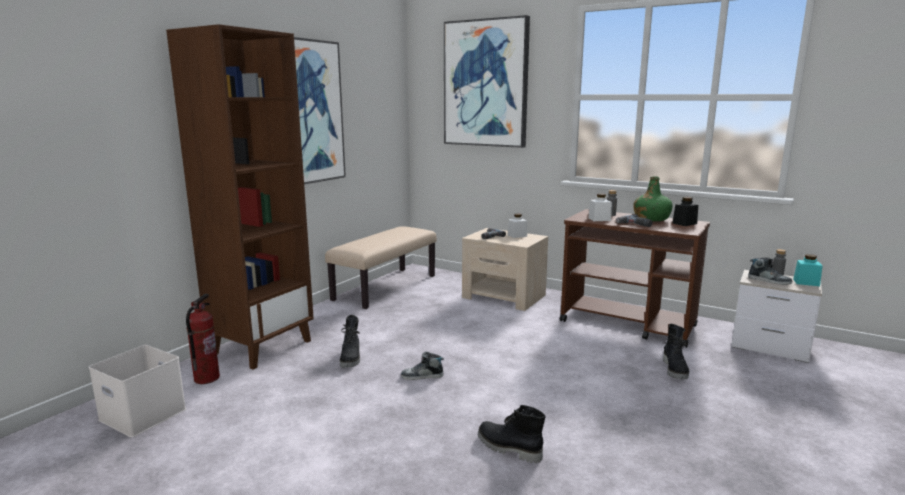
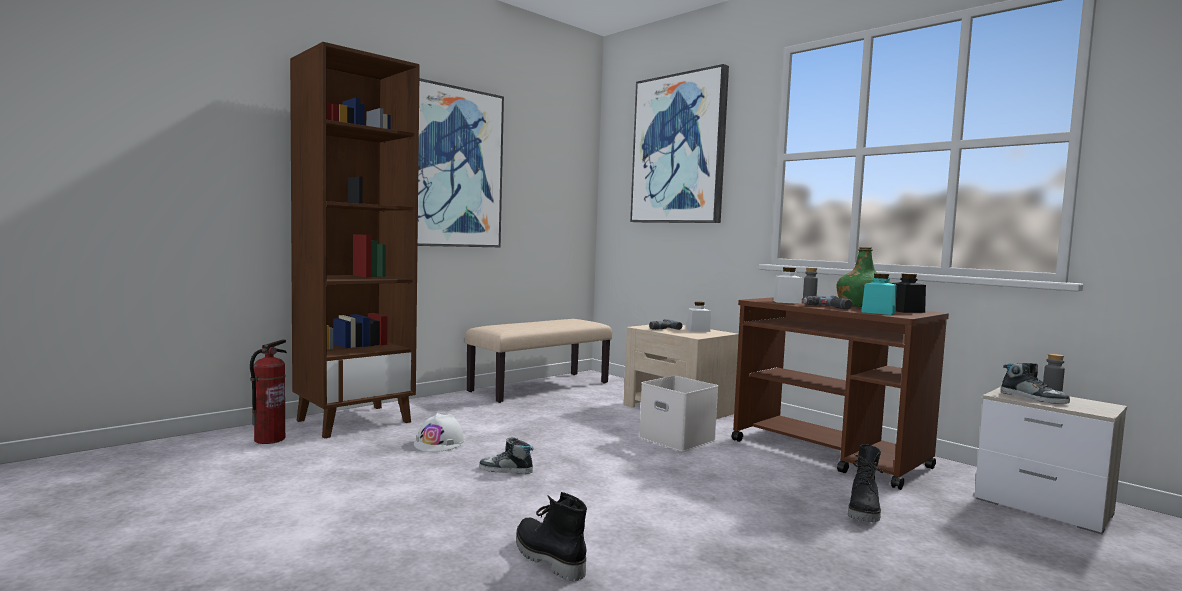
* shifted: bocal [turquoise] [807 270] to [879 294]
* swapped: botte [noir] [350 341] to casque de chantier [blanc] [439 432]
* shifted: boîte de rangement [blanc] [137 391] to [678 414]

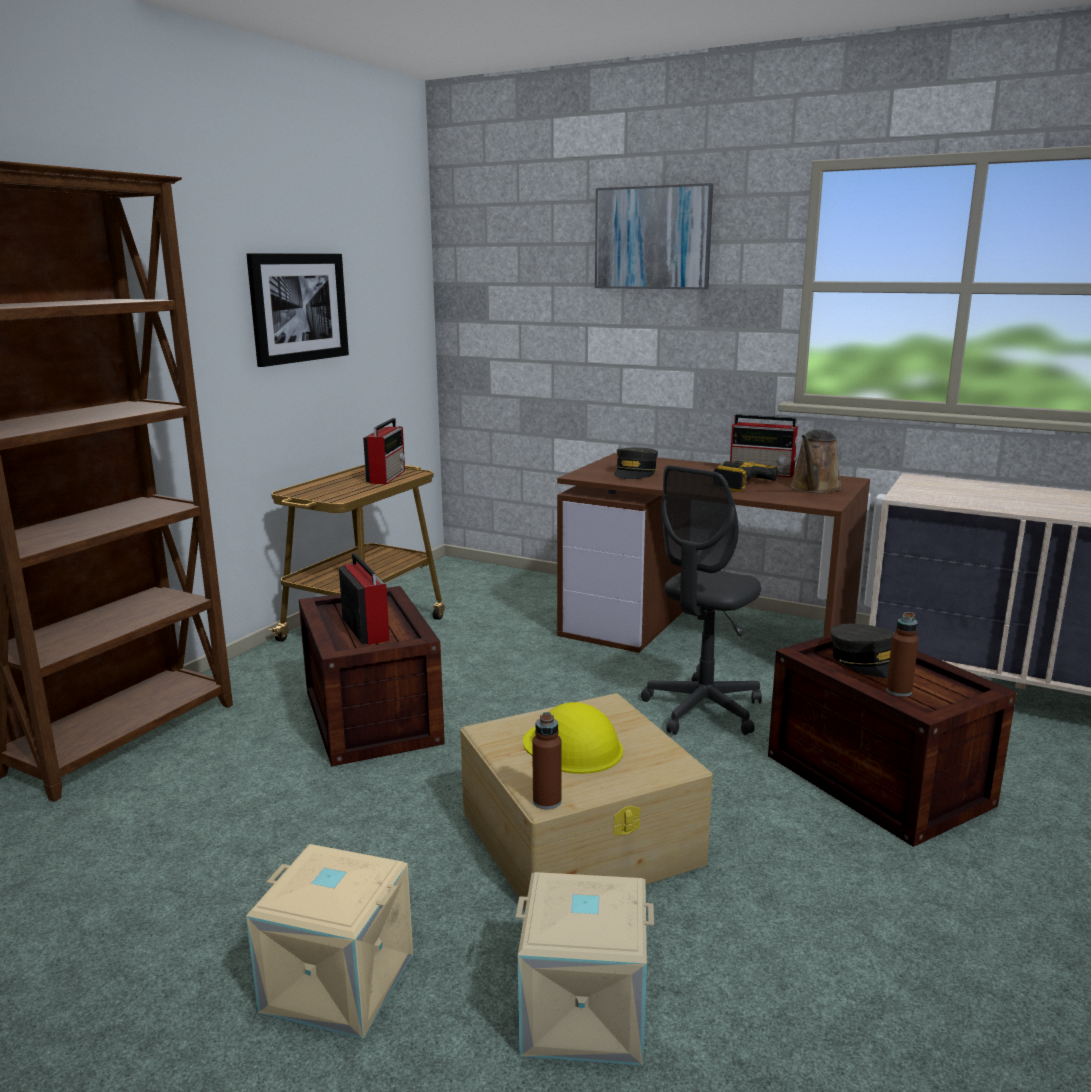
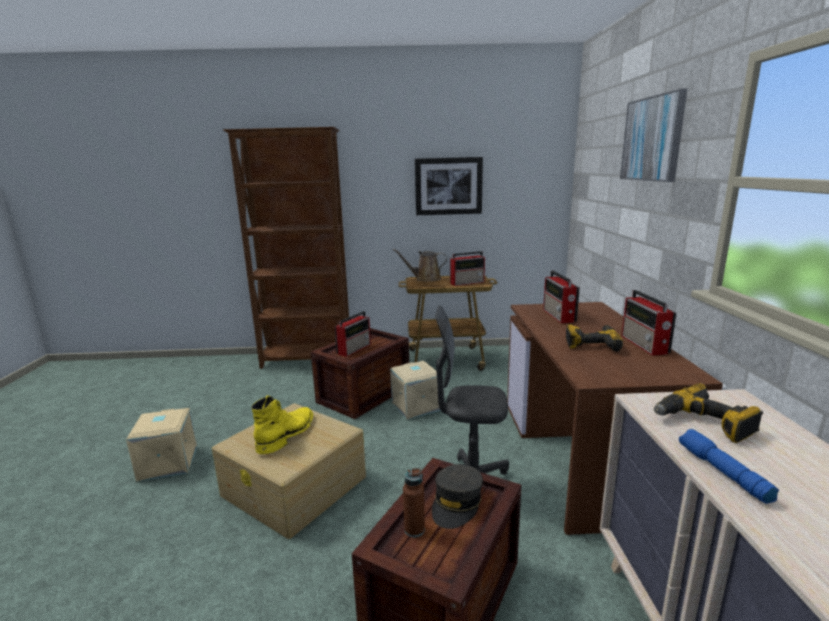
* shifted: arrosoir [marron] [816 461] to [420 265]
* swapped: casquette [gris] [636 463] to radio [561 296]
* swapped: casque de chantier [jaune] [573 738] to botte [jaune] [282 425]
* gone: bouteille [marron] [547 761]
* shifted: boîte de rangement [beige] [585 969] to [415 390]
* new: perceuse [708 413]
* new: lampe de poche [bleu] [729 466]

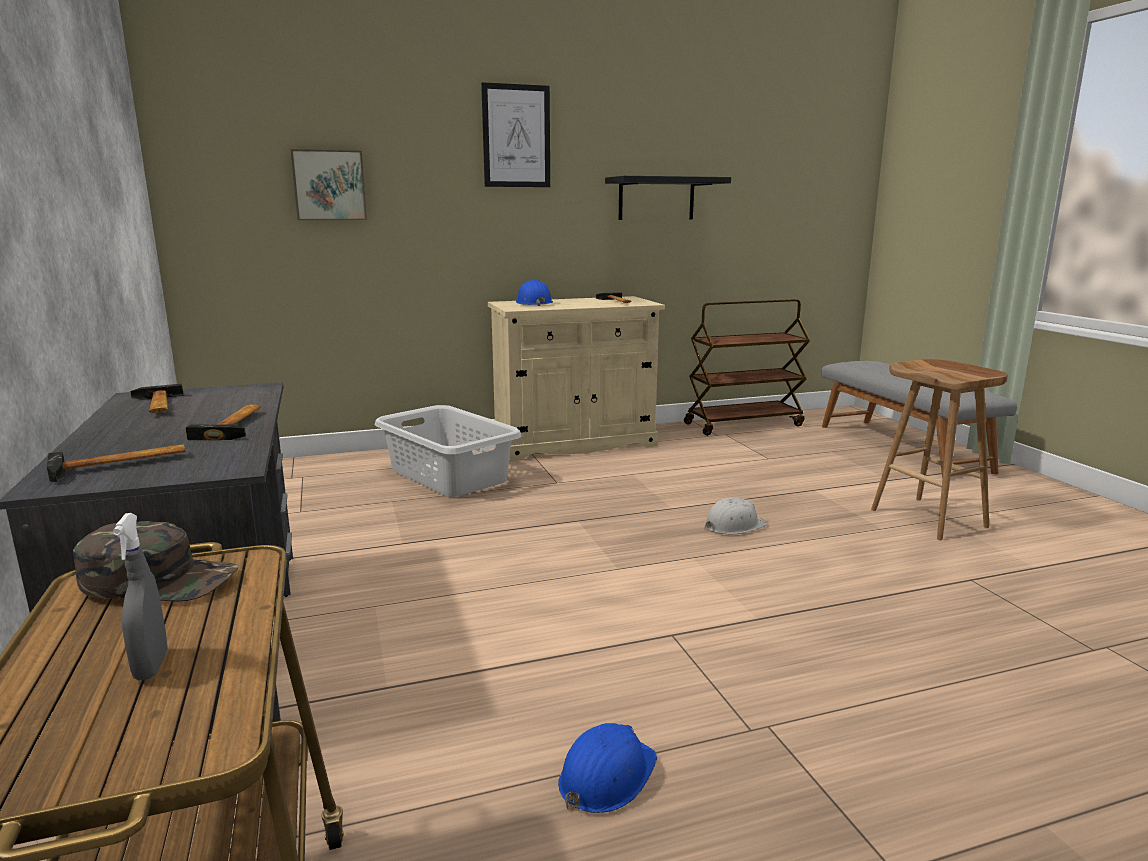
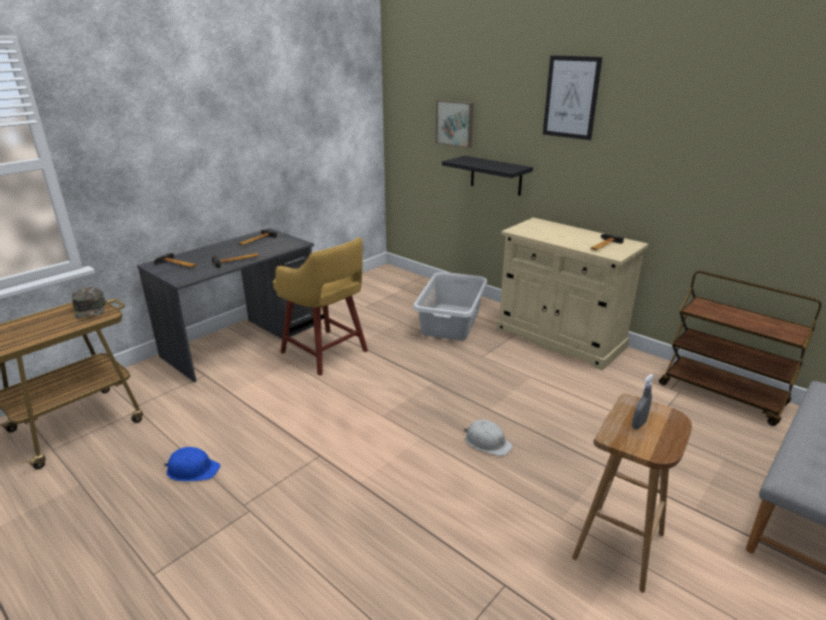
* shifted: étagère [noir] [668 198] to [487 176]
* gone: casque de chantier [bleu] [534 293]
* shifted: vaporisateur [gris] [140 597] to [643 401]
* new: tabouret [jaune] [320 307]

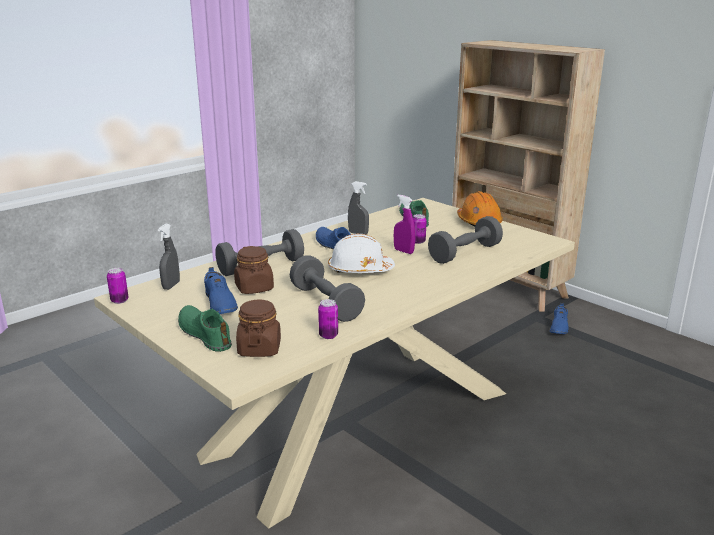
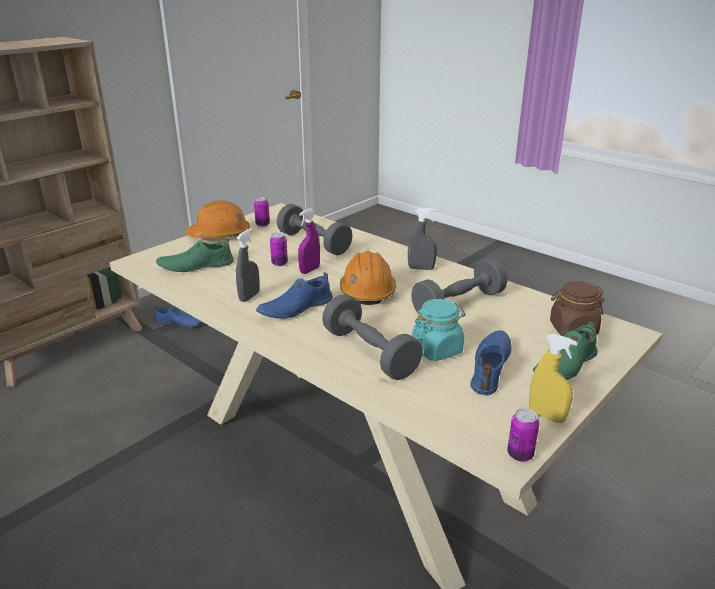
* shifted: vaporisateur [gris] [169 257] to [422 239]
* repainted: casque de chantier [blanc] [361 253] to casque de chantier [orange] [368 278]
* repainted: bocal [marron] [254 270] to bocal [turquoise] [438 330]
* rotated: chaussure [bleu] [221 290] = [490 362] 45 degrees counterclockwise
* shifted: boîte métallique [328 319] to [262 212]
* new: vaporisateur [jaune] [553 378]

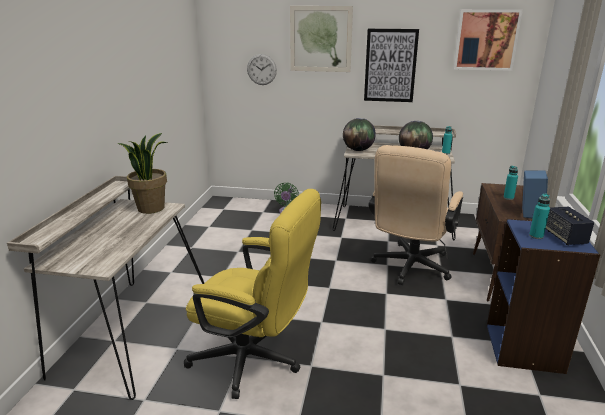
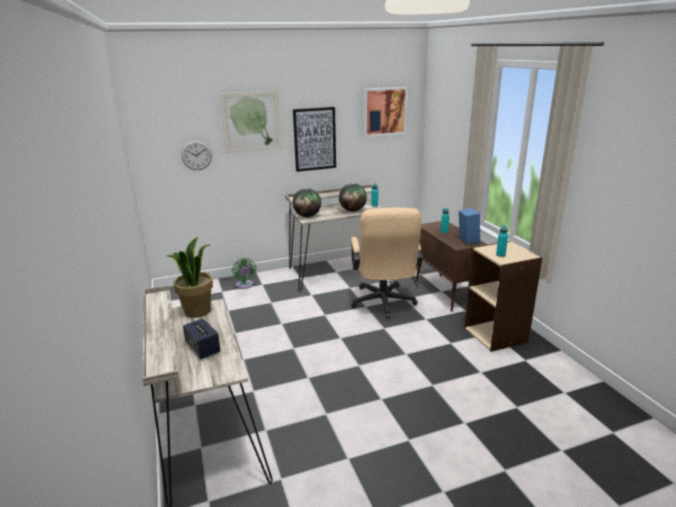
* gone: chaise de bureau [jaune] [252 294]
* shifted: enceinte [570 225] to [202 338]
* repainted: bibliothèque [bleu] [543 296] to bibliothèque [beige] [503 296]

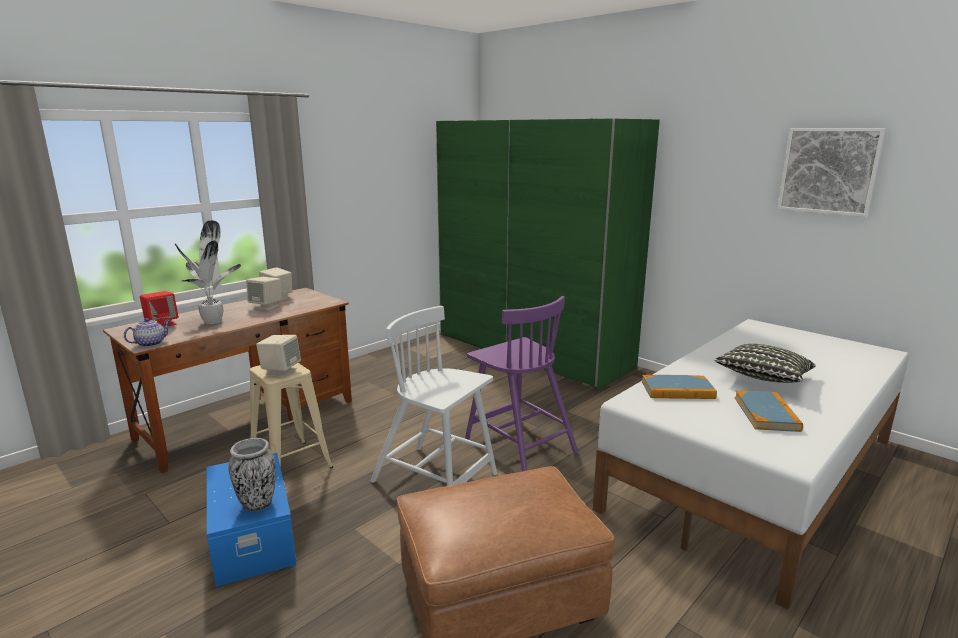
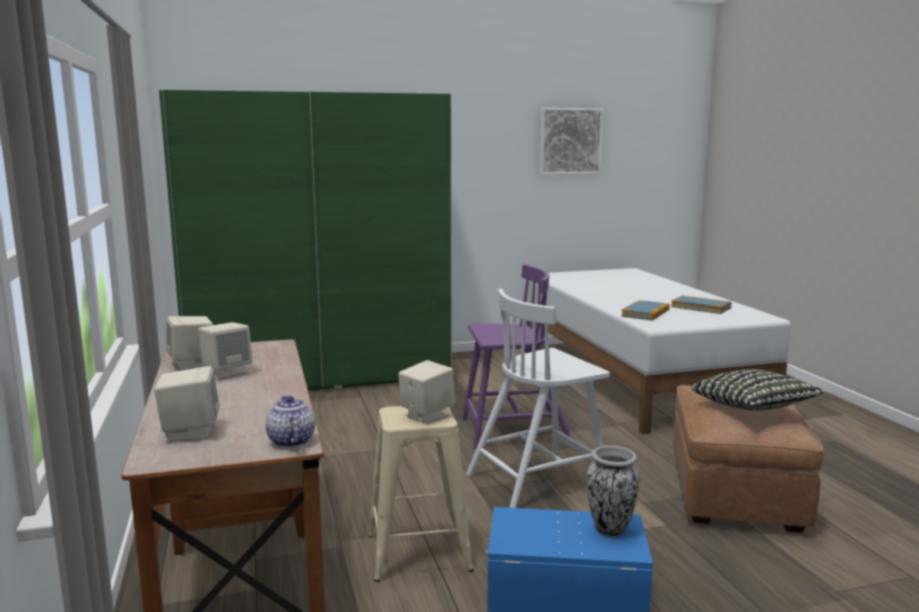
* gone: plante en pot [208 272]
* repainted: enceinte [rouge] [159 308] to enceinte [beige] [186 404]
* shifted: coussin [765 363] to [758 390]

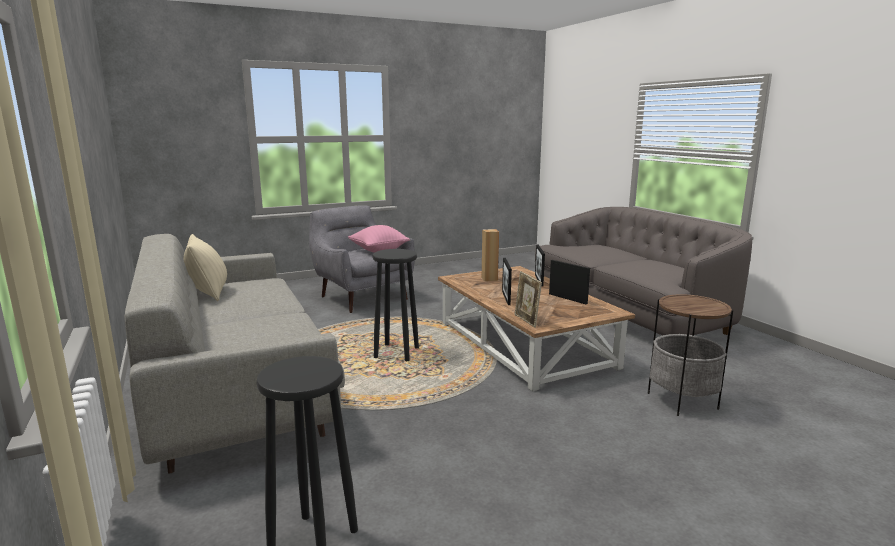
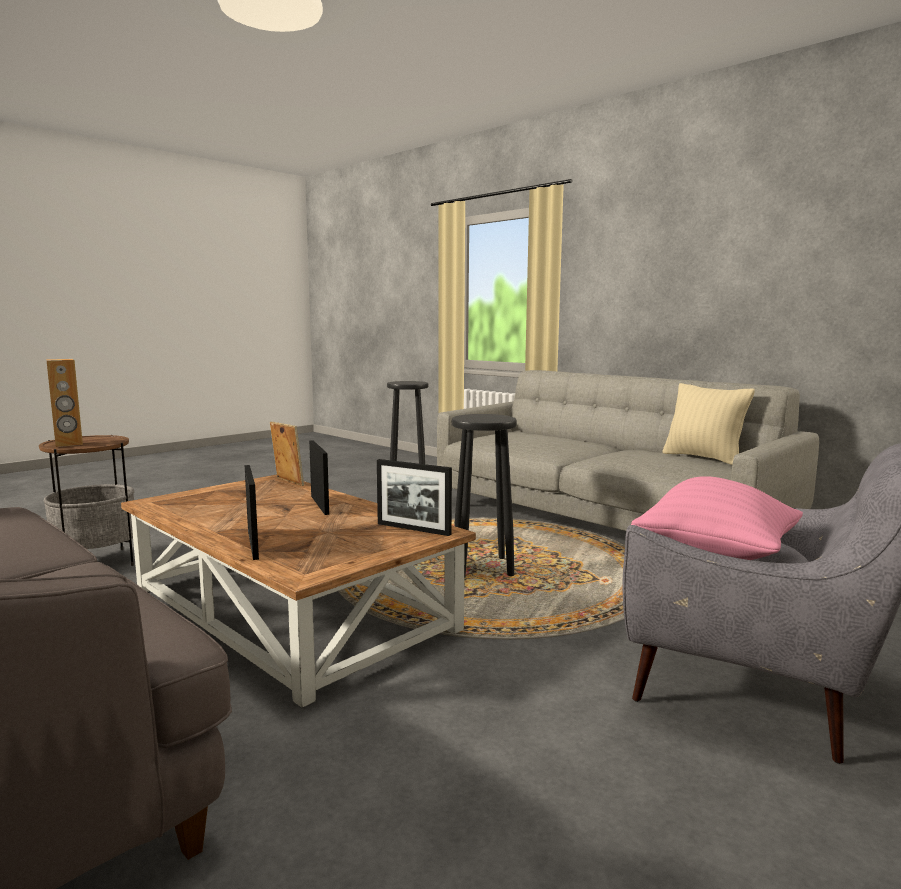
* shifted: enceinte [marron] [490 255] to [64 403]
* shifted: cadre photo [569 282] to [414 497]

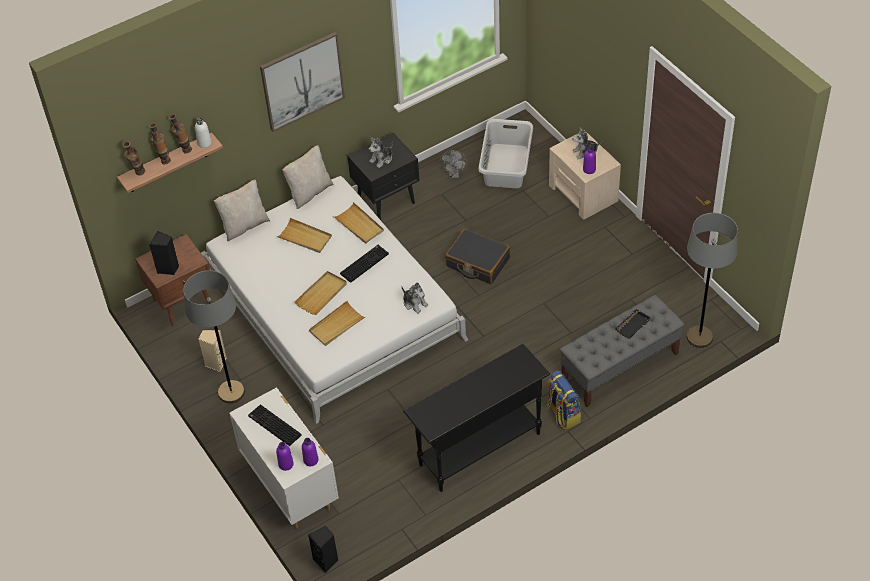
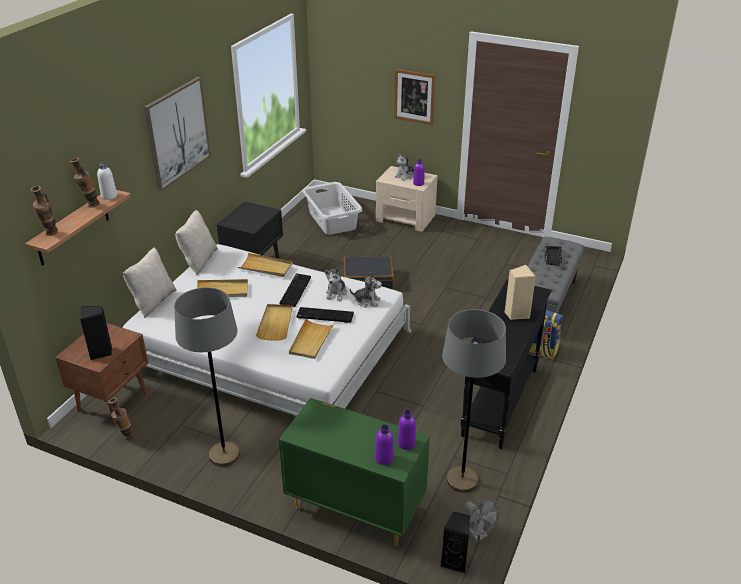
* shifted: vase [160 143] to [121 419]
* shifted: peluche [381 152] to [335 284]
* shifted: ventilateur [gris] [453 164] to [482 521]
* shifted: lampadaire [gris] [712 280] to [474 401]
* shifted: enceinte [beige] [213 351] to [520 292]
* repainted: commode [blanc] [284 458] to commode [vert] [354 472]
* shifted: clavier [275 425] to [325 315]
* new: tableau [414 97]

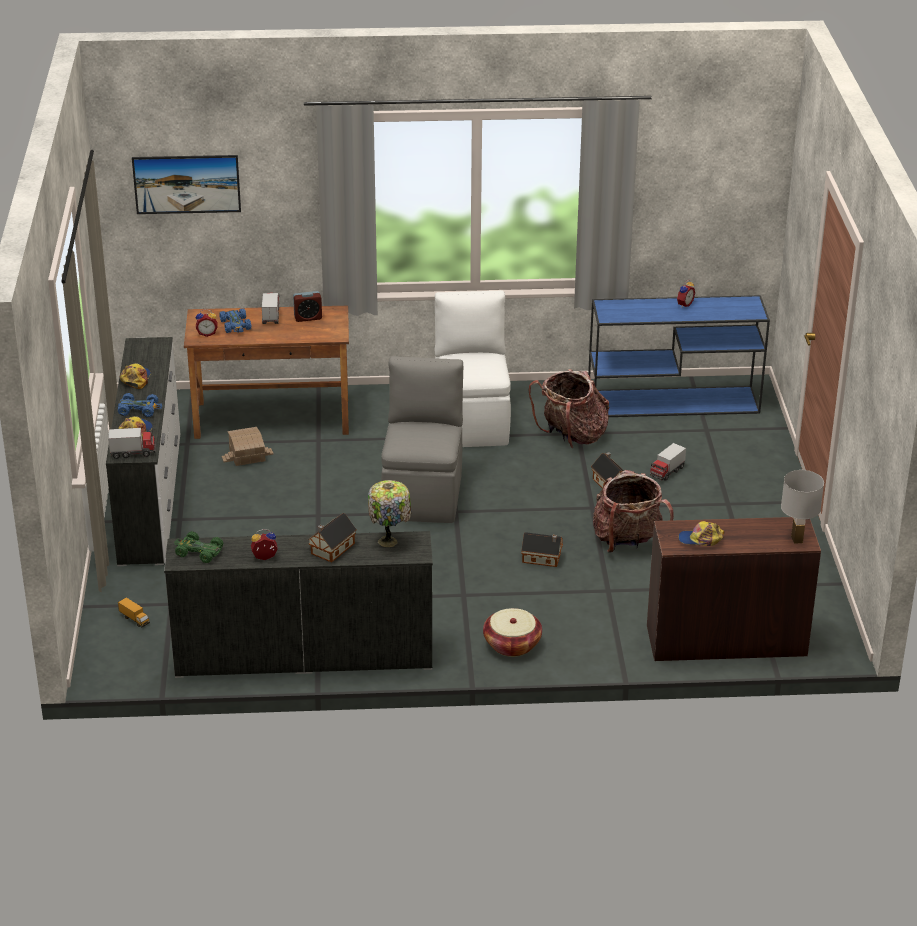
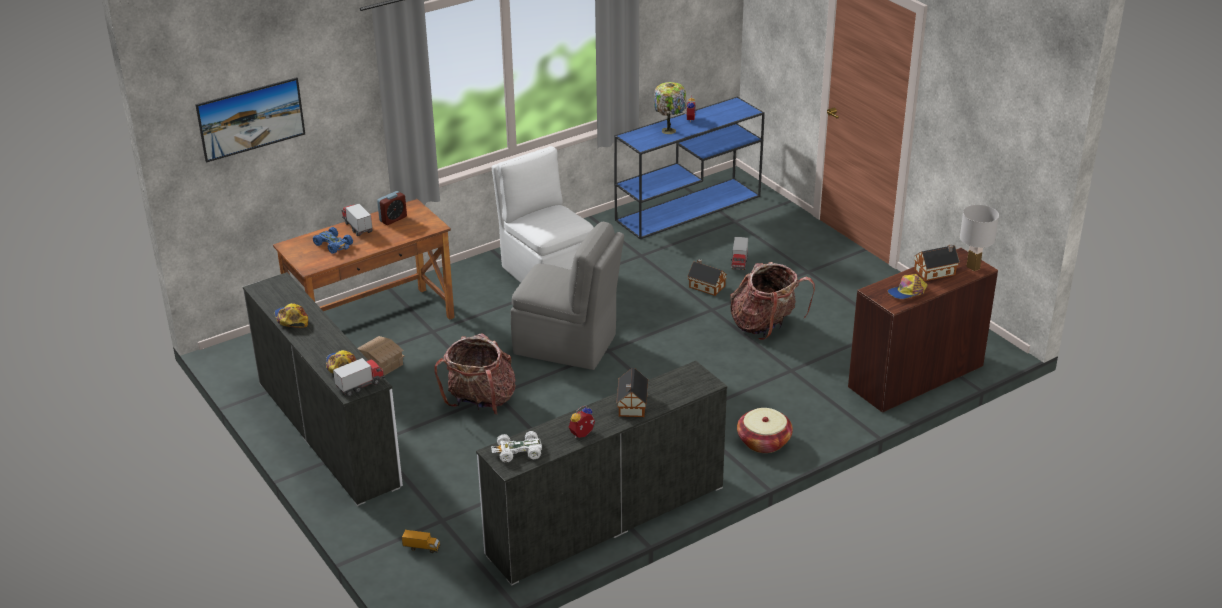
* gone: réveil [207 323]
* rotated: chaise [gris] [422 439] = [567 296] 135 degrees clockwise
* shifted: sac à dos [569 408] to [475 374]
* gone: petite voiture [bleu] [140 405]
* shifted: lampe de table [390 513] to [670 108]
* repainted: petite voiture [vert] [198 547] to petite voiture [blanc] [516 447]
* shifted: maison miniature [542 549] to [937 262]

